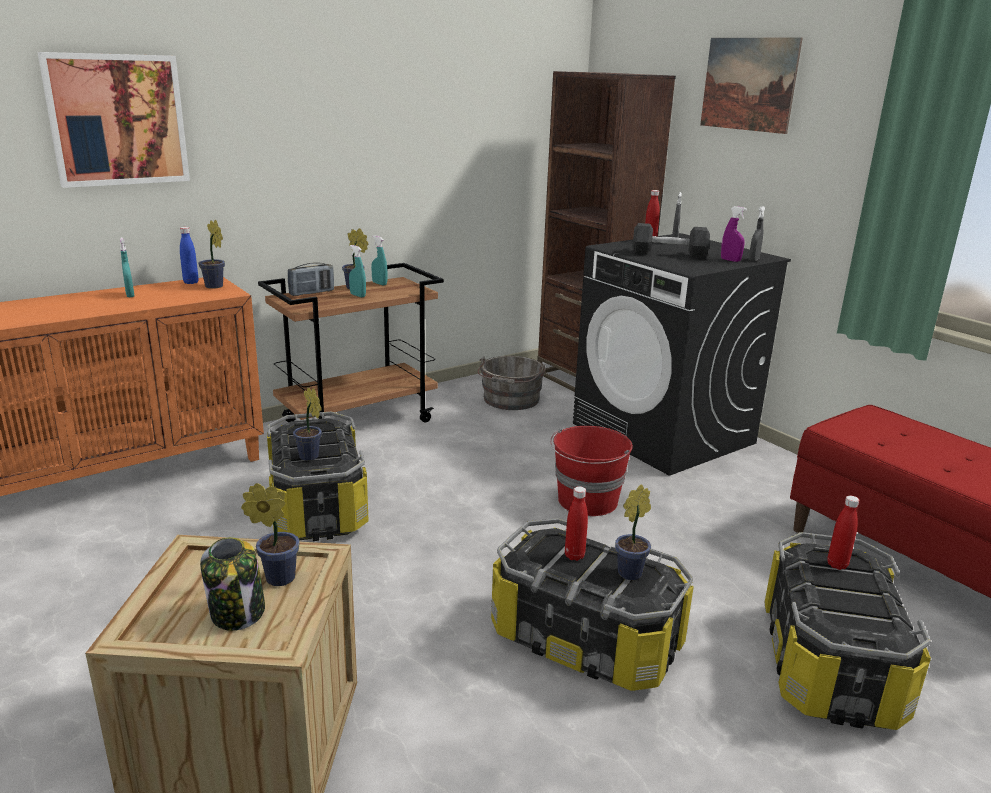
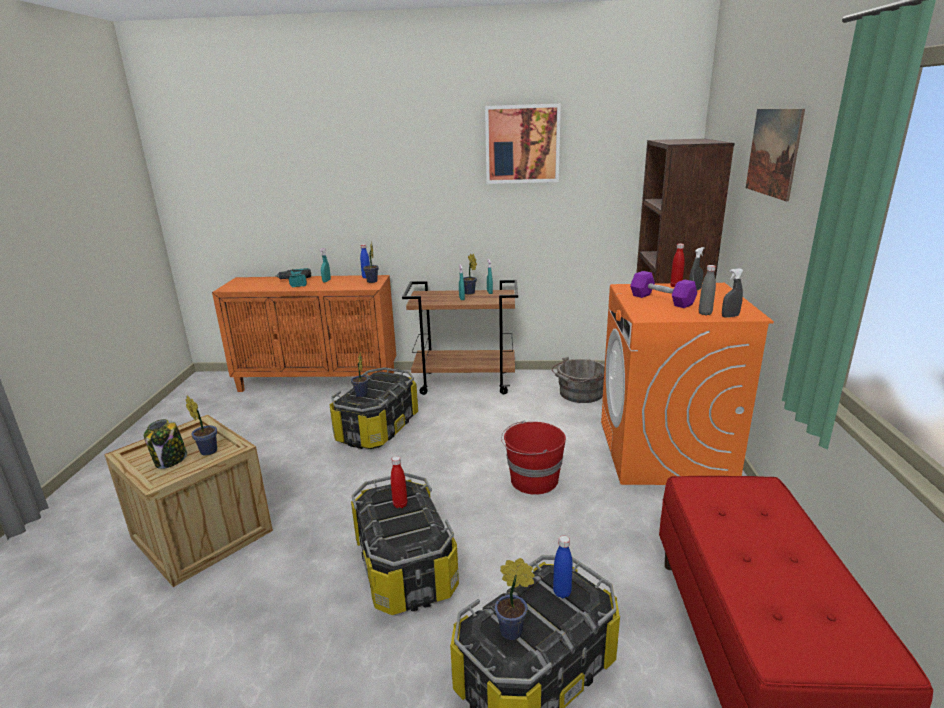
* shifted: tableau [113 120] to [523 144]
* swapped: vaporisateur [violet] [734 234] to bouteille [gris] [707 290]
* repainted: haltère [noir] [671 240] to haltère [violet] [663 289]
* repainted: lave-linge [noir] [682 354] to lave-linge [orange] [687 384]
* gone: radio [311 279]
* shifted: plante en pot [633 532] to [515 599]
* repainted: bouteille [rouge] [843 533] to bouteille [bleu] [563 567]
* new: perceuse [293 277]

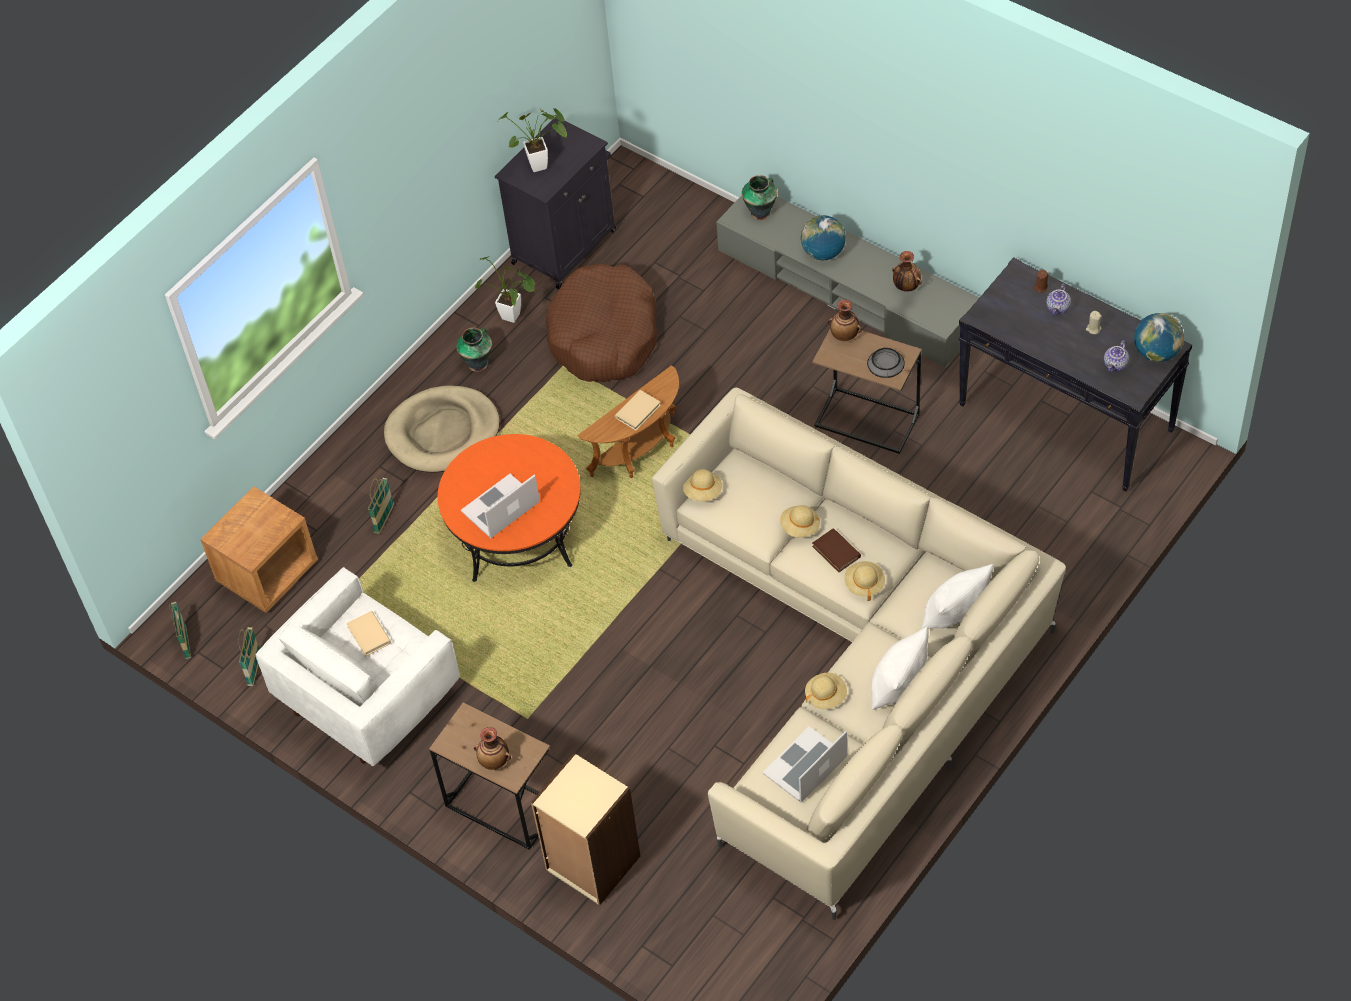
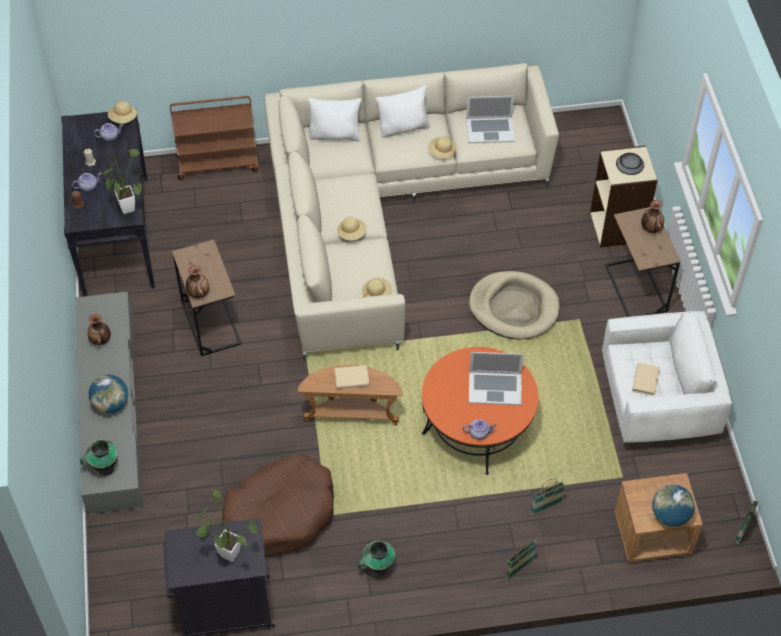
* shifted: plante en pot [505 289] to [122 181]
* shifted: globe [1159 337] to [673 506]
* shifted: bol [886 363] to [630 164]
* shifted: panier pour chien [beige] [442 429] to [514 305]
* gone: livre [marron] [836 550]
* shifted: chapeau [beige] [865 581] to [122 112]
* shifted: panier [249 656] to [521 559]
* new: chariot [marron] [214 138]
* new: théière [480 429]

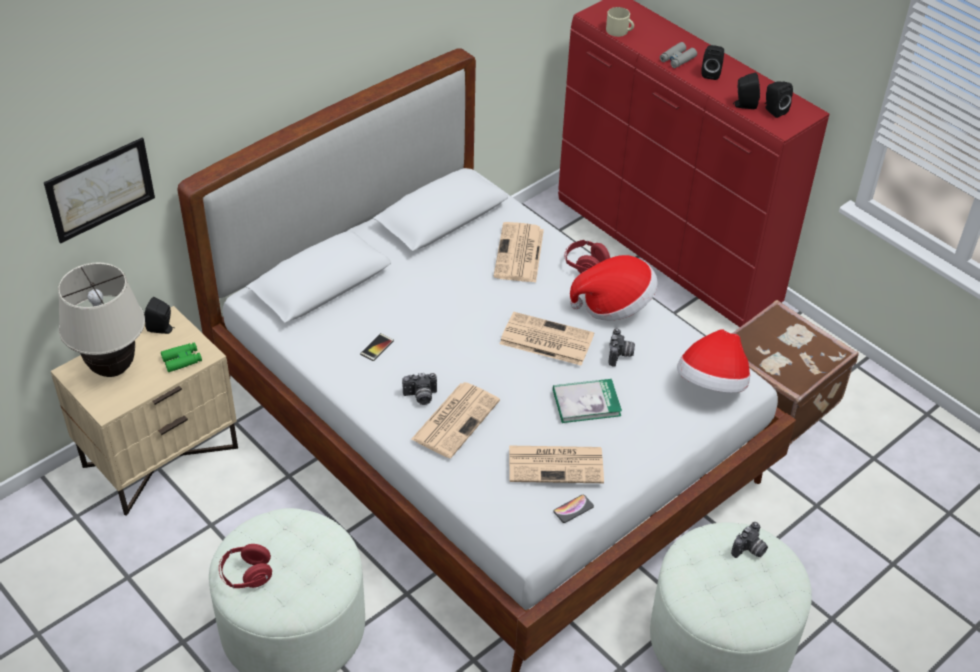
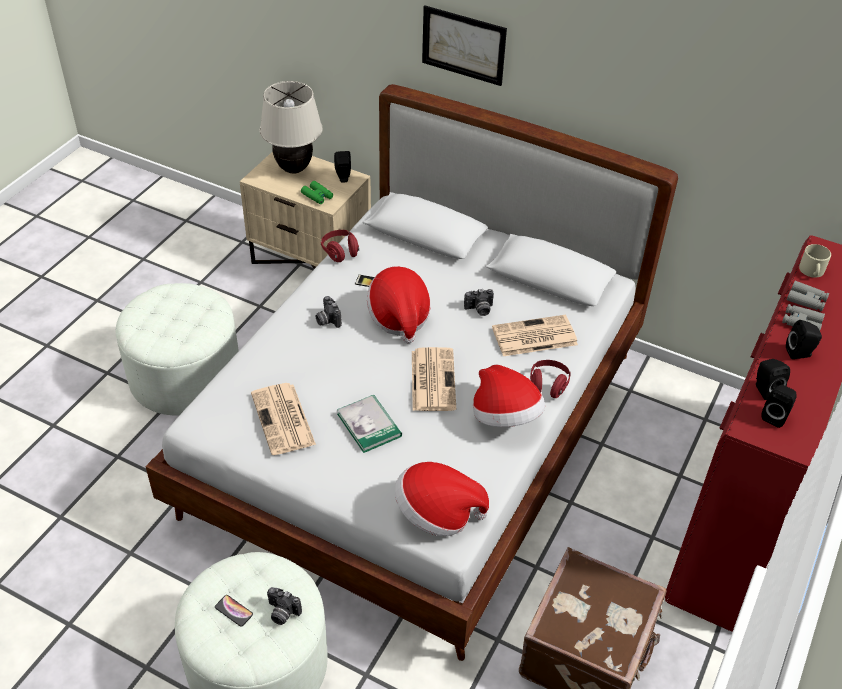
* shifted: tableau [99 190] to [464 46]
* shifted: appareil photo [621 347] to [479 302]
* gone: journal [455 420]
* shifted: téléphone [573 509] to [234 611]
* shifted: casque audio [rouge] [245 566] to [340 246]
* new: chapeau [399 305]
* new: jumelles [gris] [808 296]

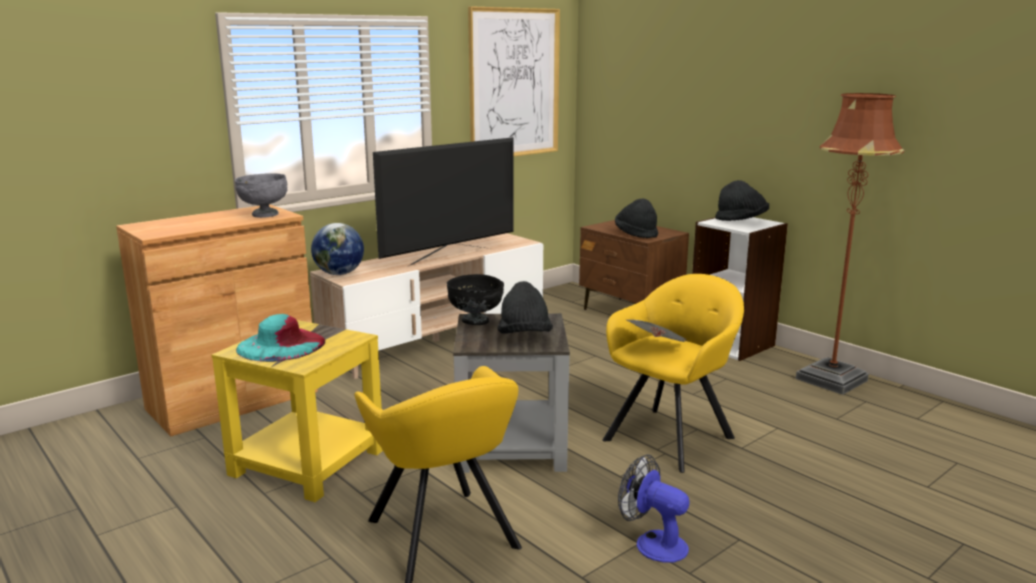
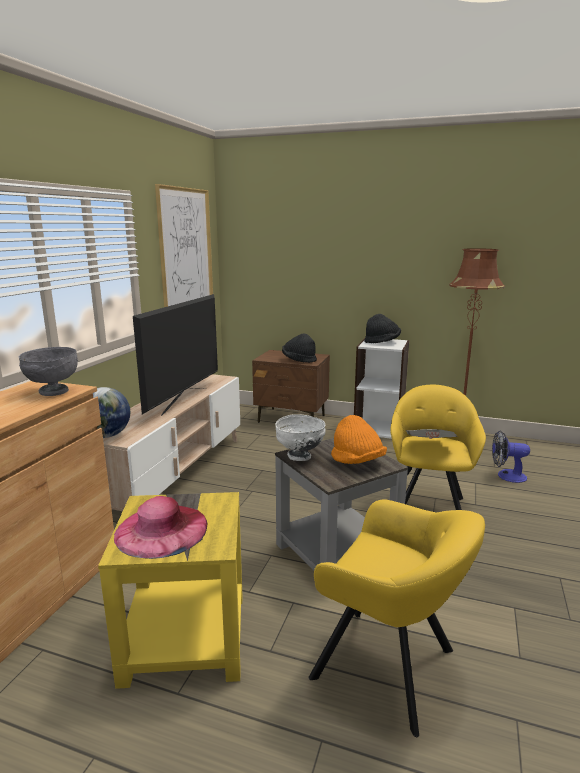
* repainted: bol [noir] [475 299] to bol [blanc] [300 437]
* repainted: chapeau [noir] [525 307] to chapeau [orange] [359 439]
* repainted: chapeau [turquoise] [280 338] to chapeau [rose] [161 527]
* shifted: ventilateur [654 508] to [511 456]

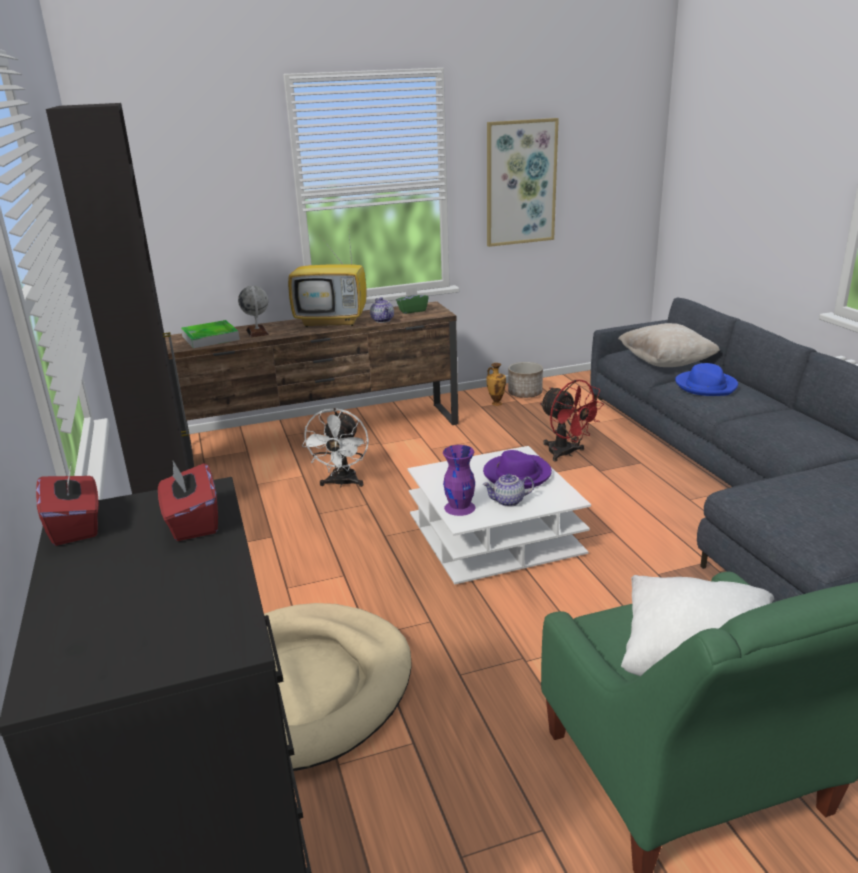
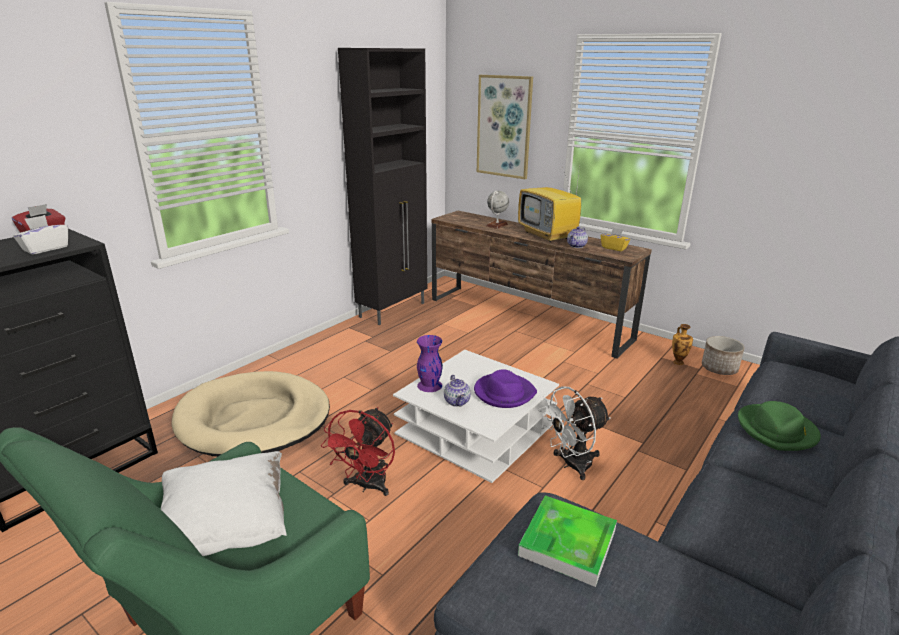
* shifted: tableau [523 182] to [505 127]
* repainted: boîte à mouchoirs [vert] [412 300] to boîte à mouchoirs [jaune] [615 239]
* shifted: plateau [210 334] to [567 541]
* gone: coussin [beige] [669 345]
* repainted: chapeau [bleu] [706 379] to chapeau [vert] [779 426]
* shifted: ventilateur [rouge] [572 420] to [358 451]
* shifted: ventilateur [blanc] [335 448] to [574 433]
* repainted: boîte à mouchoirs [rouge] [188 501] to boîte à mouchoirs [blanc] [40 235]
* rotated: théière [508 490] = [457 391] 150 degrees counterclockwise

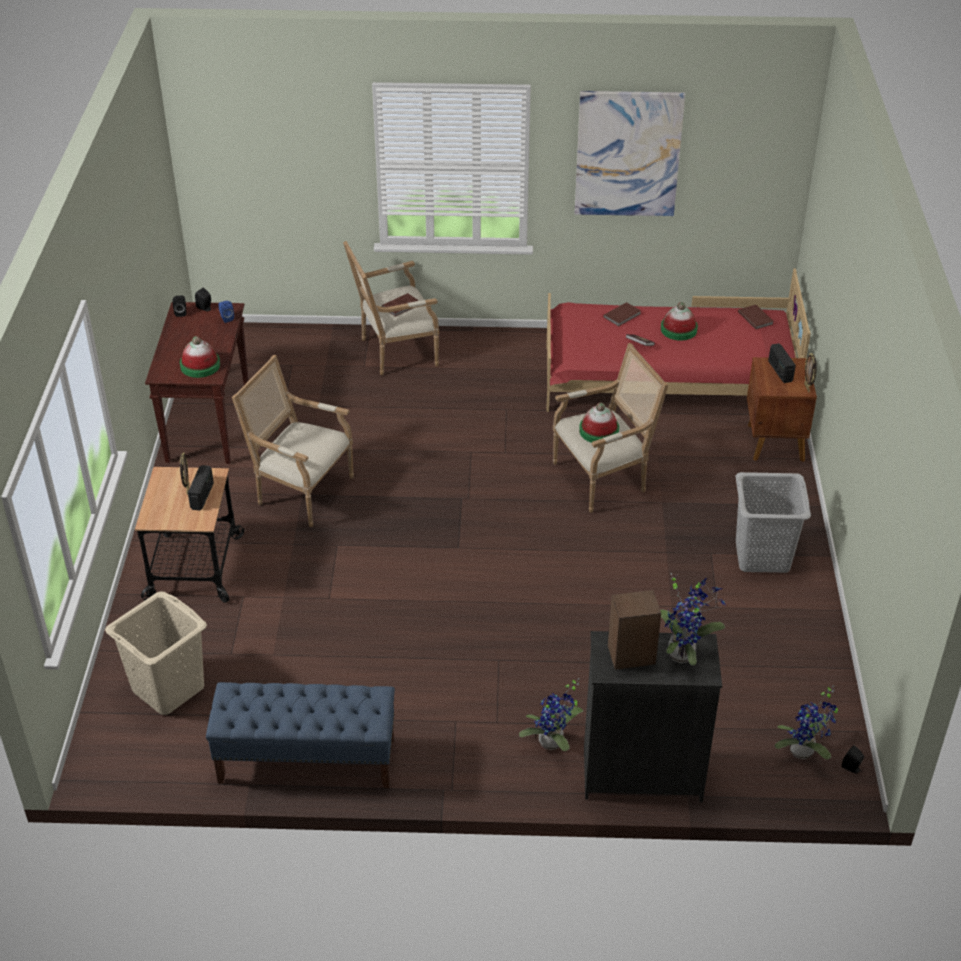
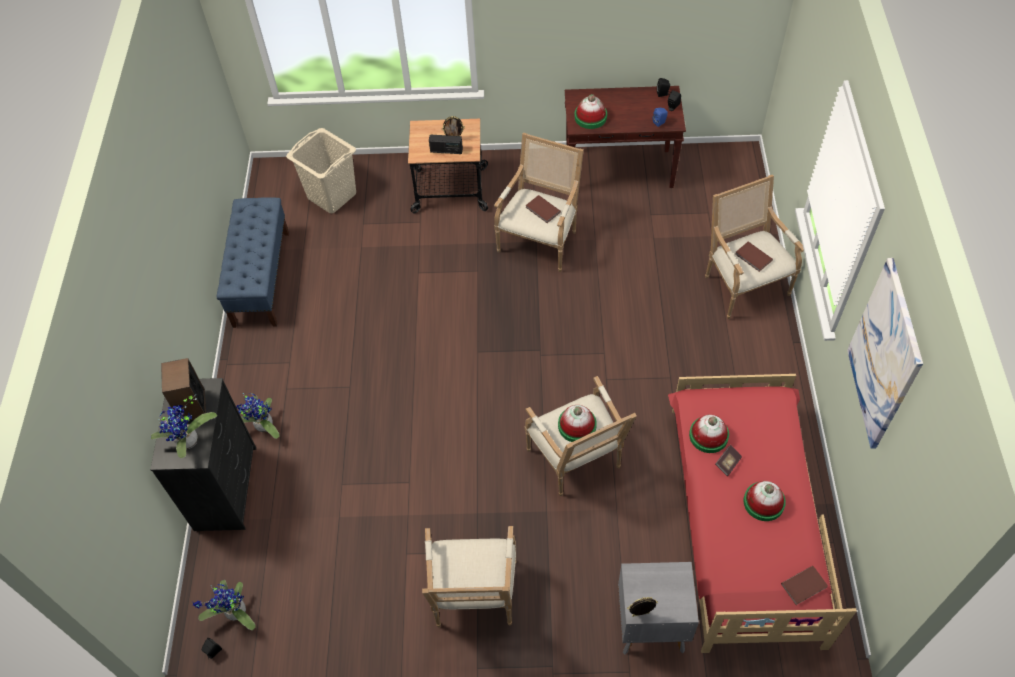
* shifted: livre [marron] [622 314] to [543 209]
* gone: radio [782 363]
* repainted: table de chevet [marron] [782 409] to table de chevet [gris] [658 608]
* swapped: panier à linge [gris] [773 522] to fauteuil [469 576]
* new: chapeau [709 433]

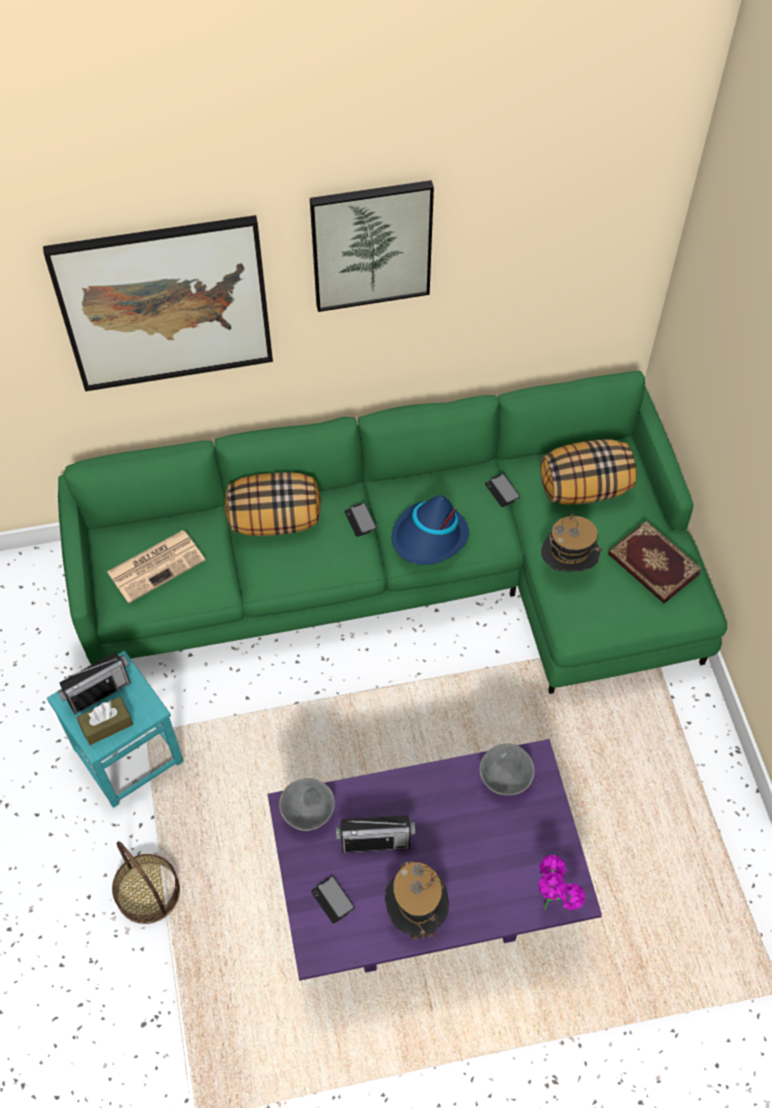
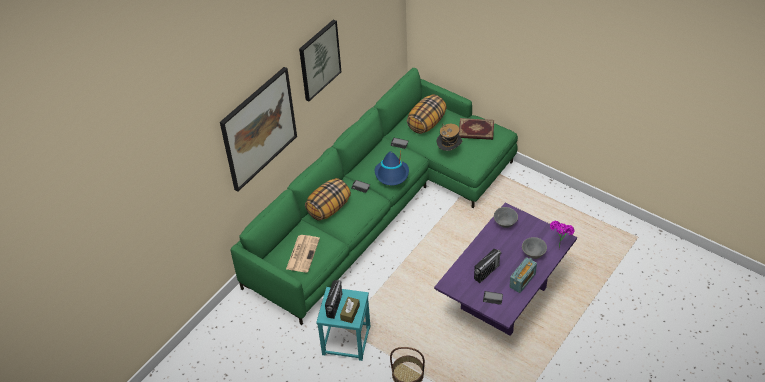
* shifted: bol [gris] [307 804] to [534 248]
* swapped: chapeau [417 900] to radio [523 275]

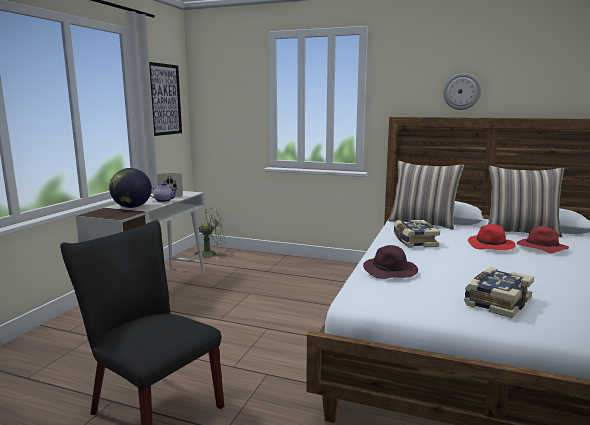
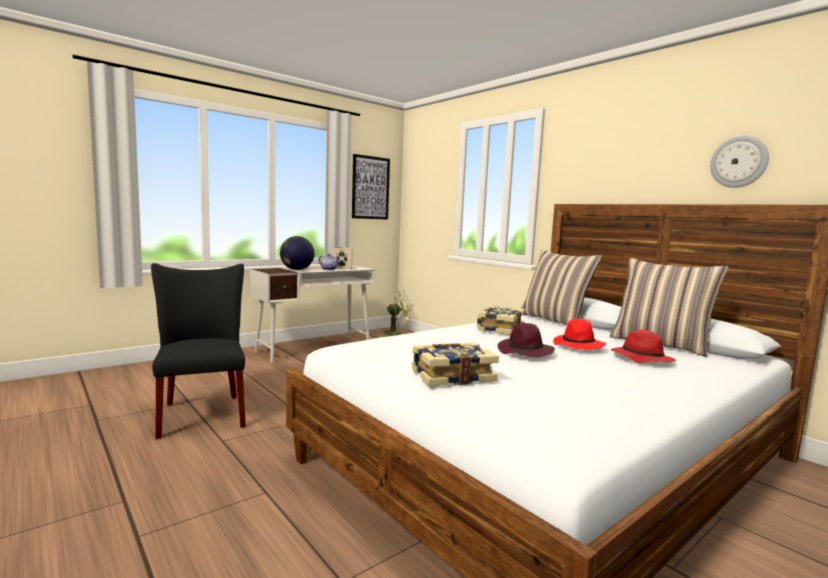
* shifted: horloge murale [462 91] to [739 162]
* shifted: chapeau [violet] [390 262] to [526 340]

